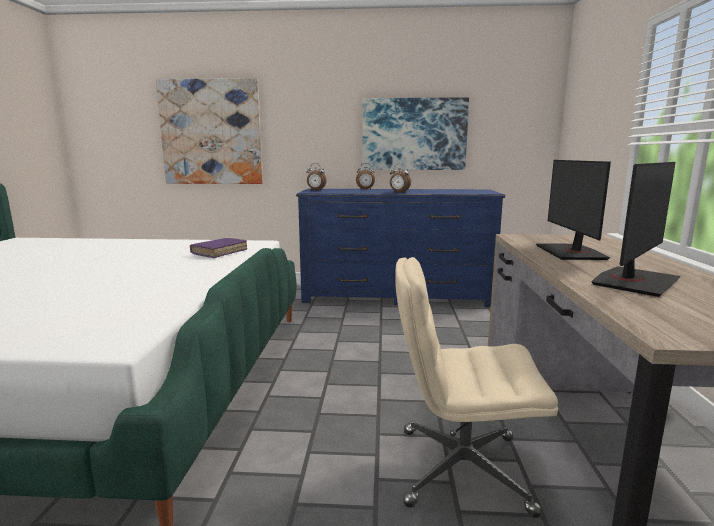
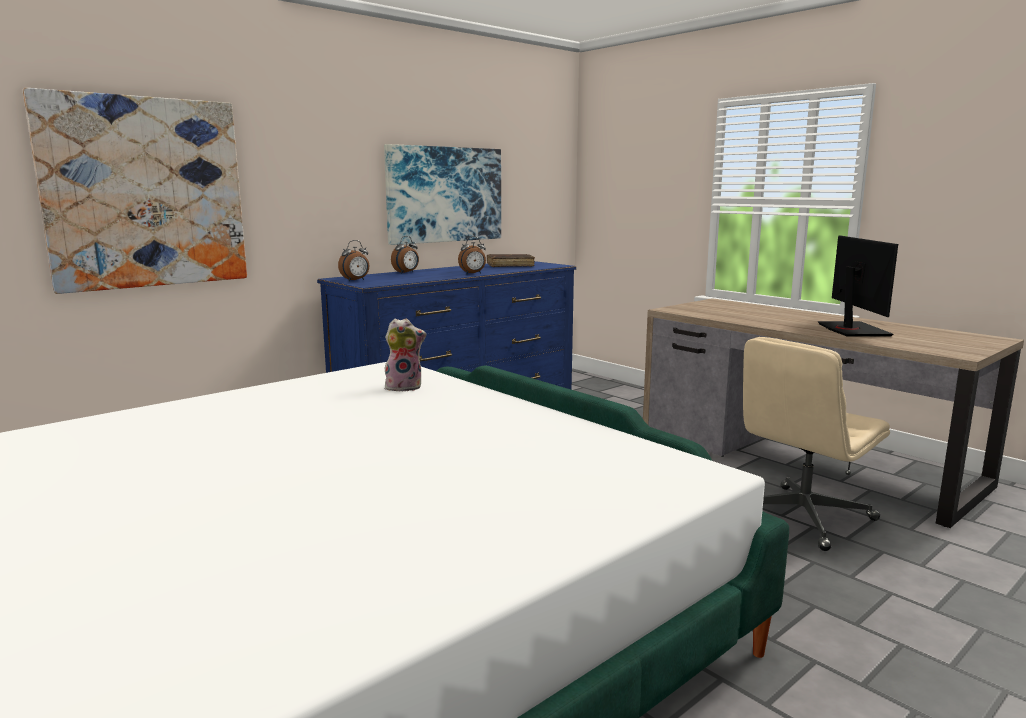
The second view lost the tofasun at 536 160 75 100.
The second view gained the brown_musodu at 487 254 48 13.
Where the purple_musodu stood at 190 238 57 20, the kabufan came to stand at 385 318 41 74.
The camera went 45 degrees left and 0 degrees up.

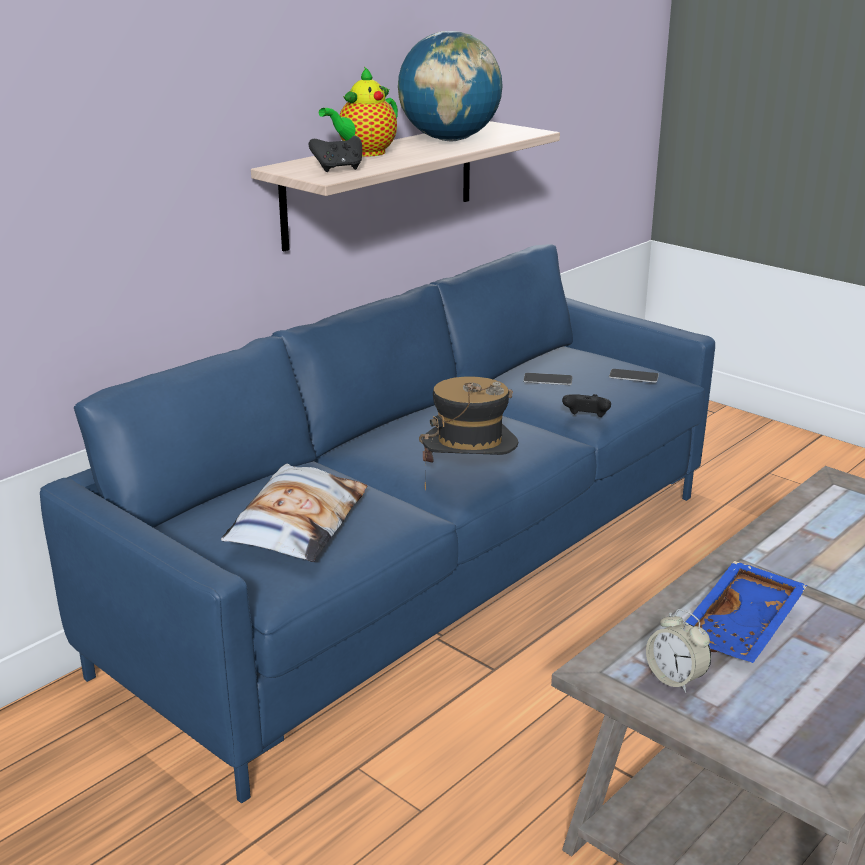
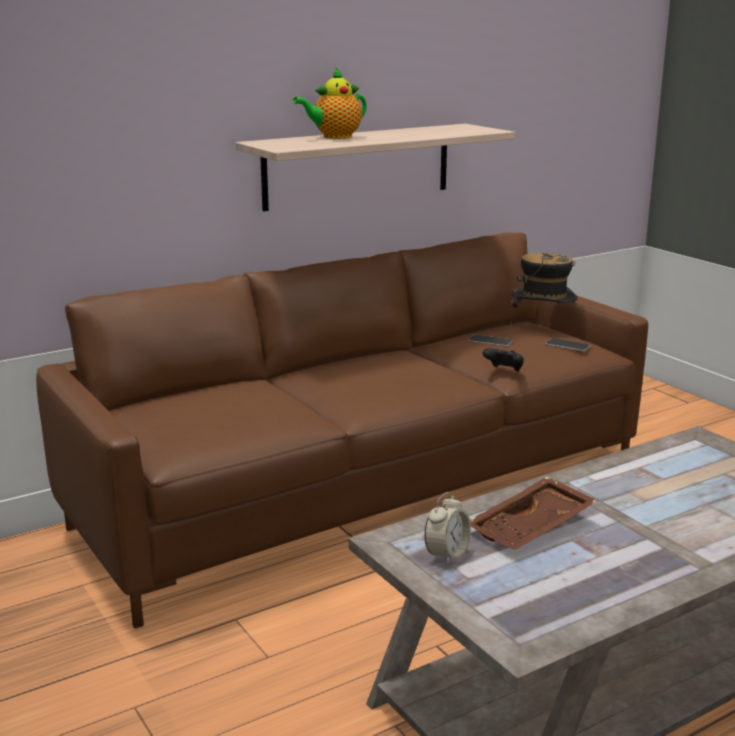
The second view lost the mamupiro at 221 464 146 98.
The second view lost the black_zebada at 308 135 54 37.
The second view lost the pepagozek at 398 31 105 110.
The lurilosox ended up elsewhere, having gone from 419 377 99 113 to 510 252 67 73.
What was the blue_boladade at 40 244 675 559 turned into the brown_boladade at 36 232 612 397.
What was the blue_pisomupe at 685 561 123 102 turned into the brown_pisomupe at 470 476 128 74.
The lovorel at 646 609 65 84 ended up facing another way, 120 degrees counterclockwise from before.
The camera went 15 degrees right and 5 degrees down.

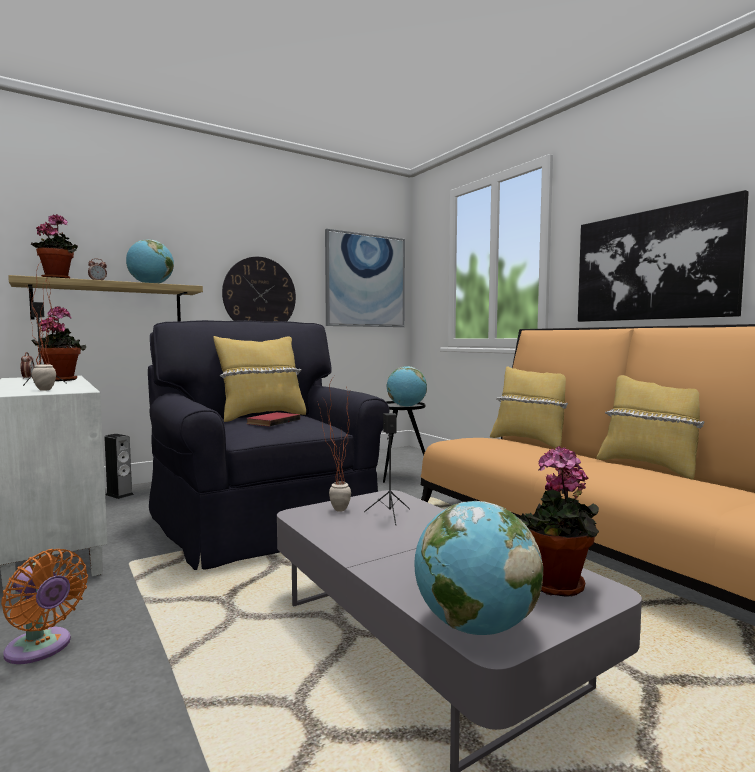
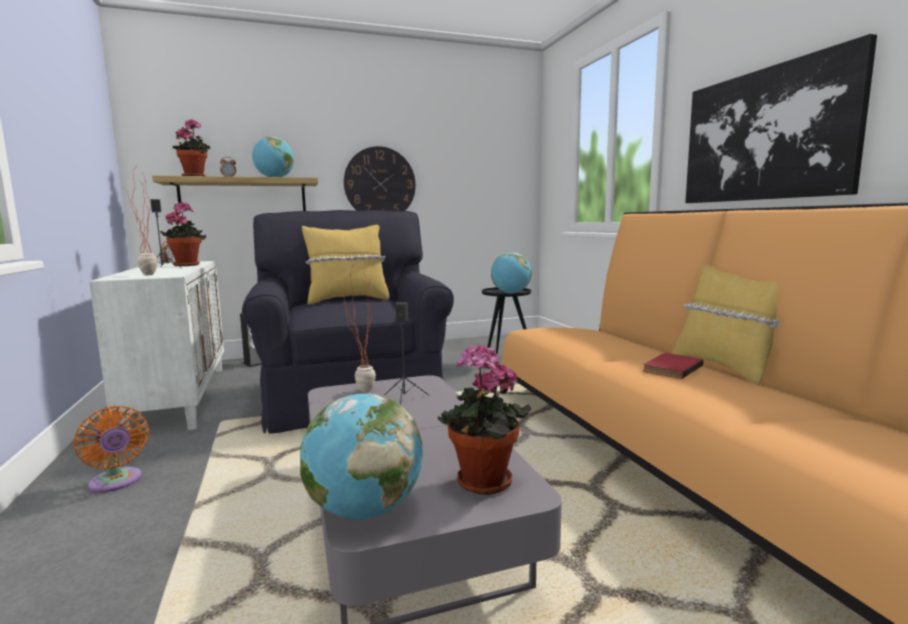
The second view lost the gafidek at 325 229 80 98.
The second view lost the yellow_mamupiro at 490 366 78 82.
The red_musodu ended up elsewhere, having gone from 246 412 54 14 to 643 353 61 26.
The camera went 15 degrees right and 5 degrees up.

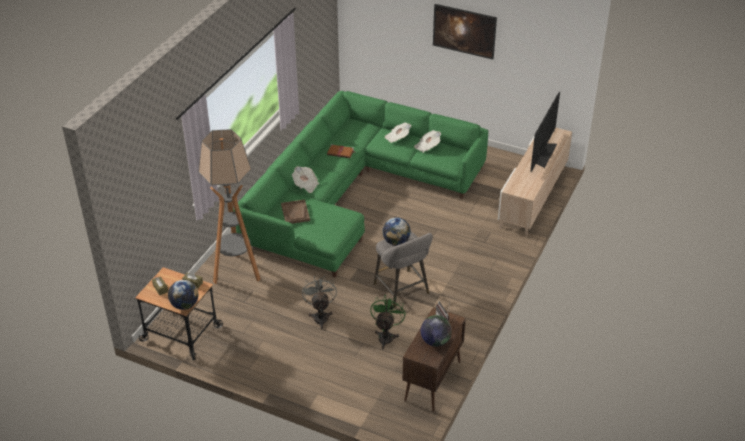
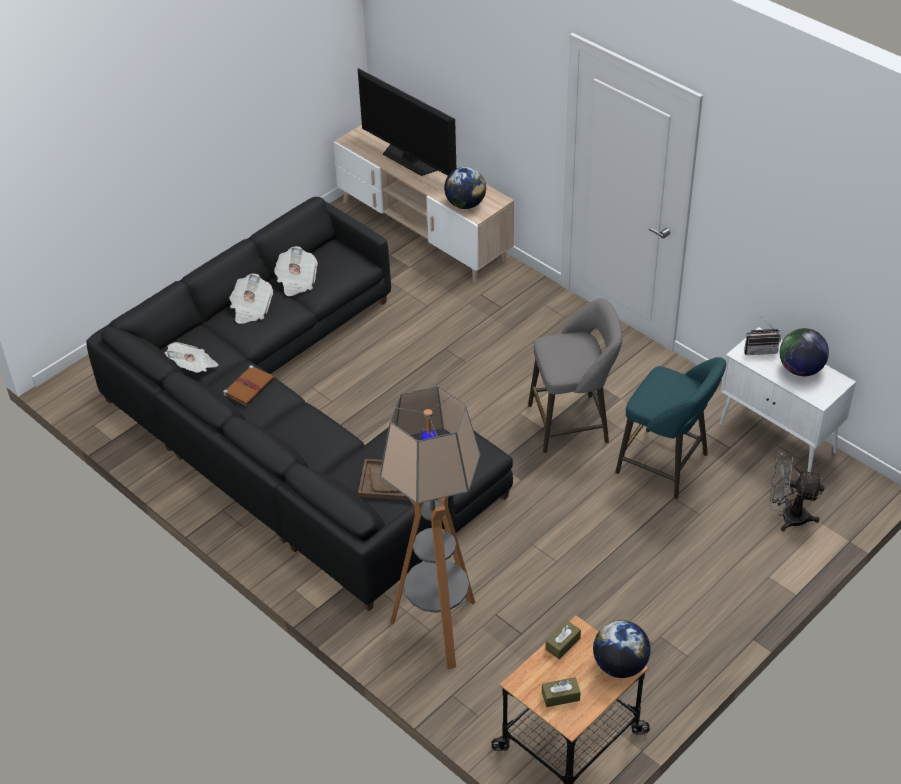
The second view lost the gafidek at 433 4 64 56.
The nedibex ended up elsewhere, having gone from 292 166 27 27 to 164 342 55 31.
The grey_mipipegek ended up elsewhere, having gone from 302 276 35 53 to 769 452 56 79.
The pepagozek ended up elsewhere, having gone from 382 217 29 29 to 444 167 42 42.
Where the green_mipipegek stood at 370 296 36 53, the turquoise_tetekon came to stand at 615 357 111 142.
What was the green_boladade at 233 91 255 187 turned into the black_boladade at 86 197 427 414.
What was the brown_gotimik at 403 307 63 105 turned into the white_gotimik at 719 327 137 145.
The camera went 70 degrees left and 5 degrees up.

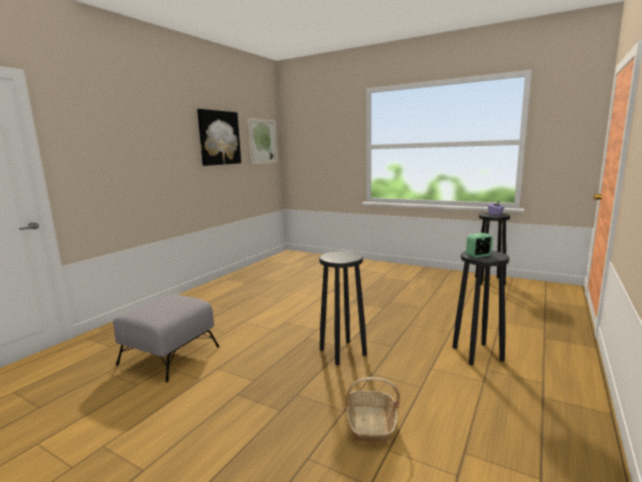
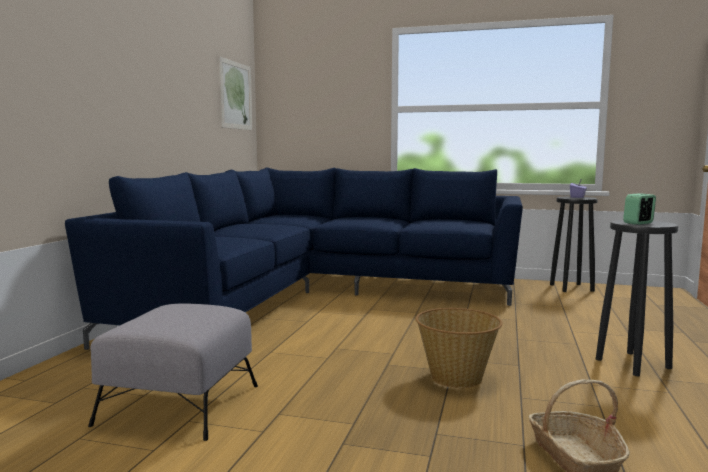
The second view lost the gafidek at 197 109 44 57.
The second view gained the blue_boladade at 65 167 458 183.
Where the black_tetekon stood at 319 251 48 114, the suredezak came to stand at 416 308 87 80.
The camera went 15 degrees left and 5 degrees down.

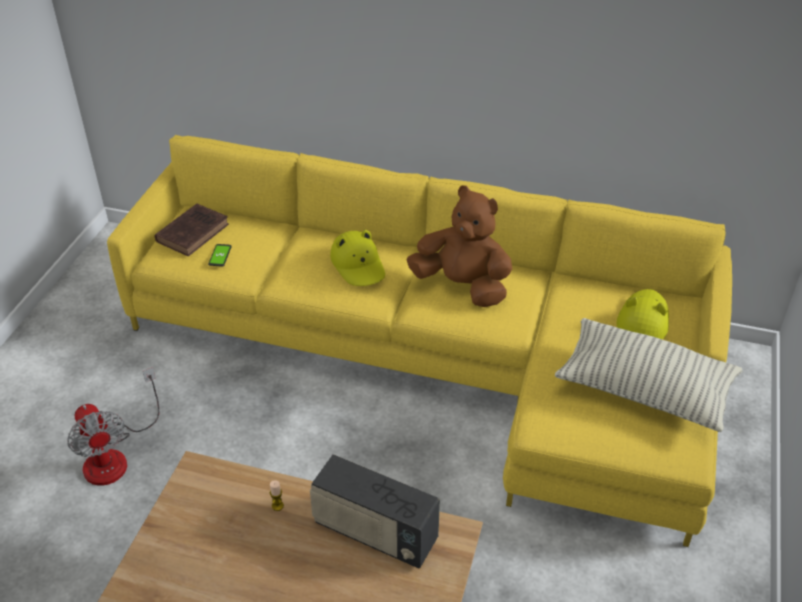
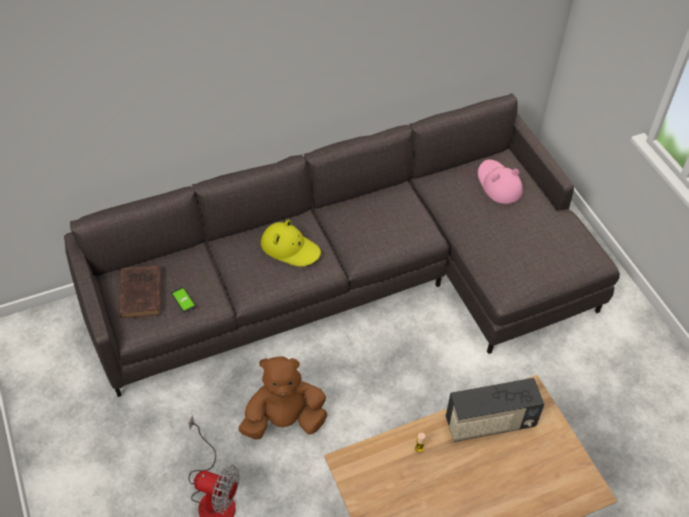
The second view lost the mamupiro at 555 318 188 114.
The brown_kabufan ended up elsewhere, having gone from 406 186 106 121 to 238 357 89 82.
What was the yellow_boladade at 107 135 625 412 turned into the grey_boladade at 64 93 556 304.
What was the yellow_lurilosox at 616 289 53 51 turned into the pink_lurilosox at 478 159 45 45.
The camera went 40 degrees left and 10 degrees up.

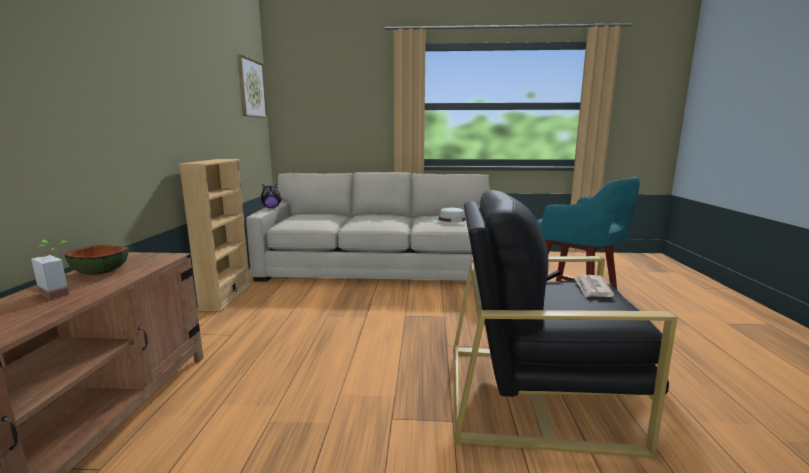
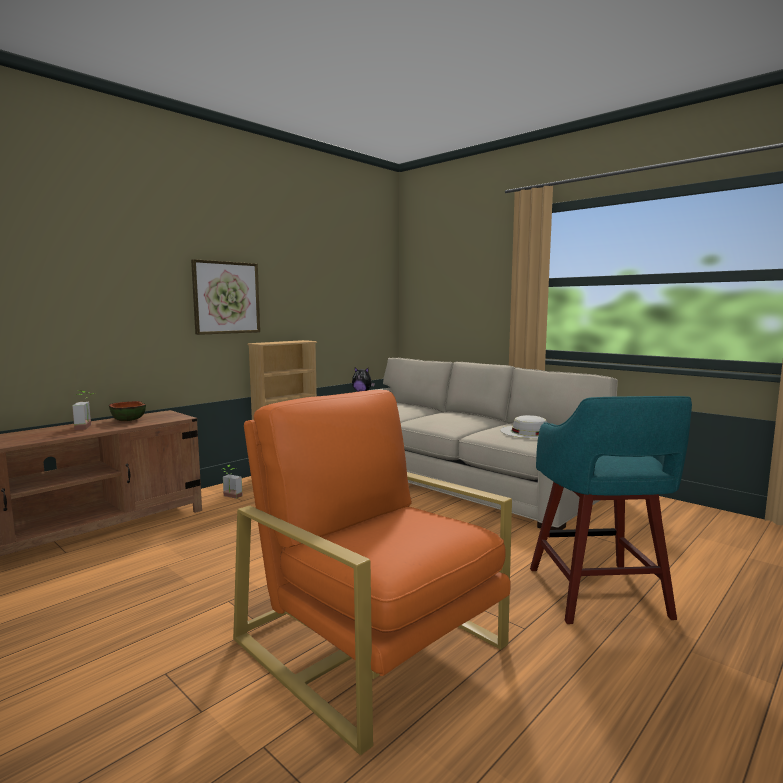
The second view lost the nedibex at 574 275 40 23.
The second view gained the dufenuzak at 223 465 20 34.
The gafidek ended up elsewhere, having gone from 237 54 31 64 to 191 259 69 76.
What was the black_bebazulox at 453 190 224 268 turned into the orange_bebazulox at 233 390 279 365.
The camera went 40 degrees right and 5 degrees down.

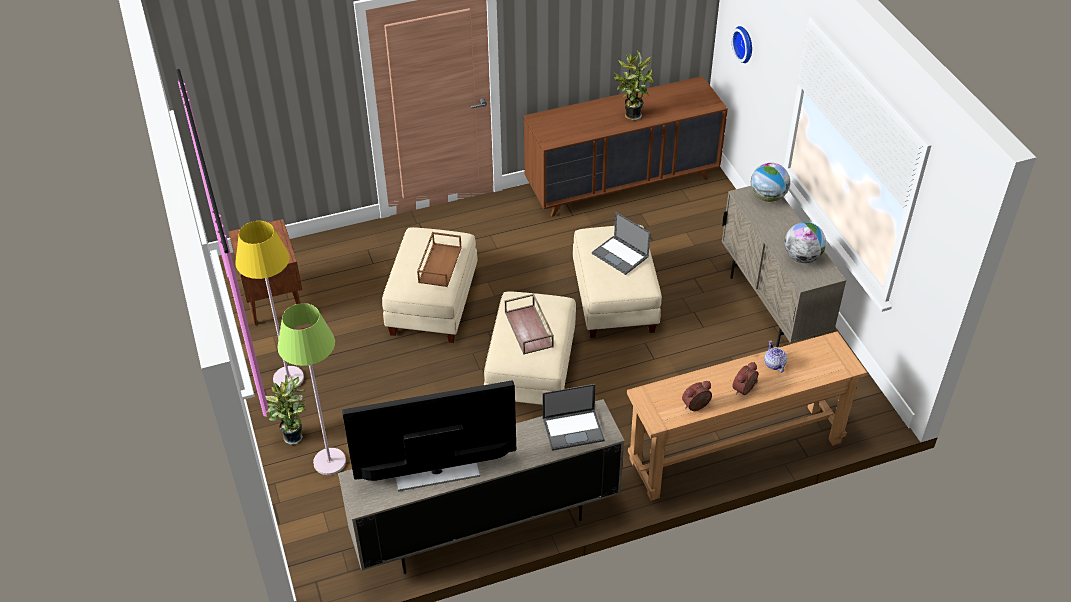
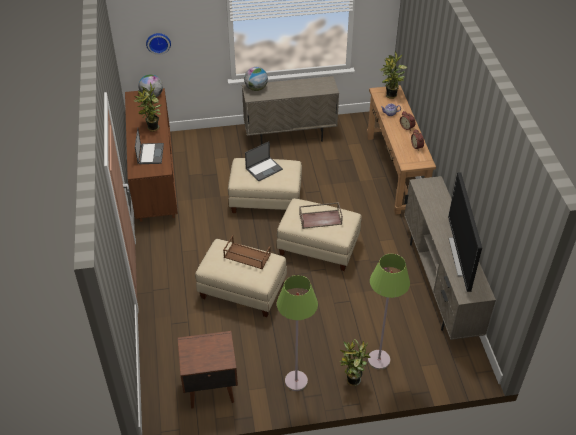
The second view gained the dufenuzak at 380 51 27 48.
The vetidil ended up elsewhere, having gone from 542 384 63 67 to 135 128 29 36.
The pepagozek ended up elsewhere, having gone from 784 222 42 41 to 139 74 24 23.
What was the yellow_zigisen at 235 221 69 166 turned into the green_zigisen at 277 275 41 116.
The camera went 80 degrees left and 0 degrees up.

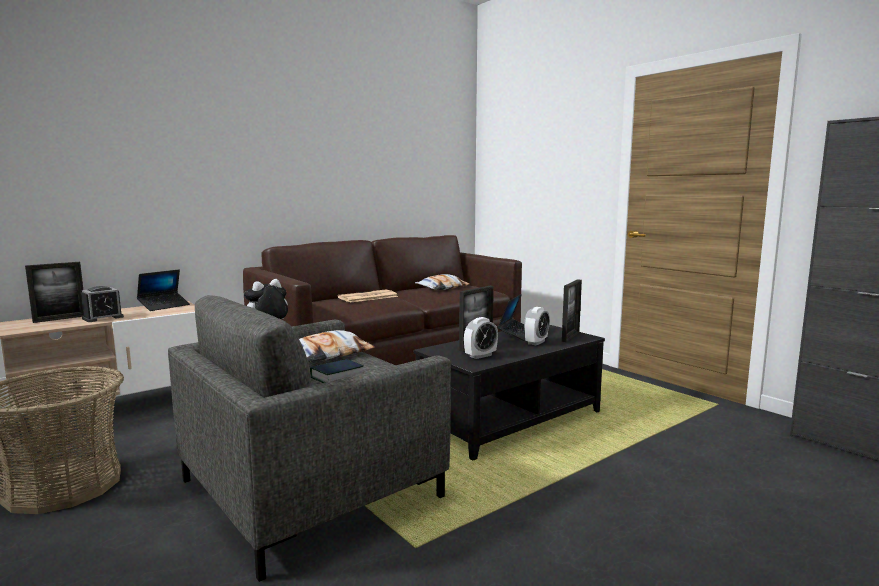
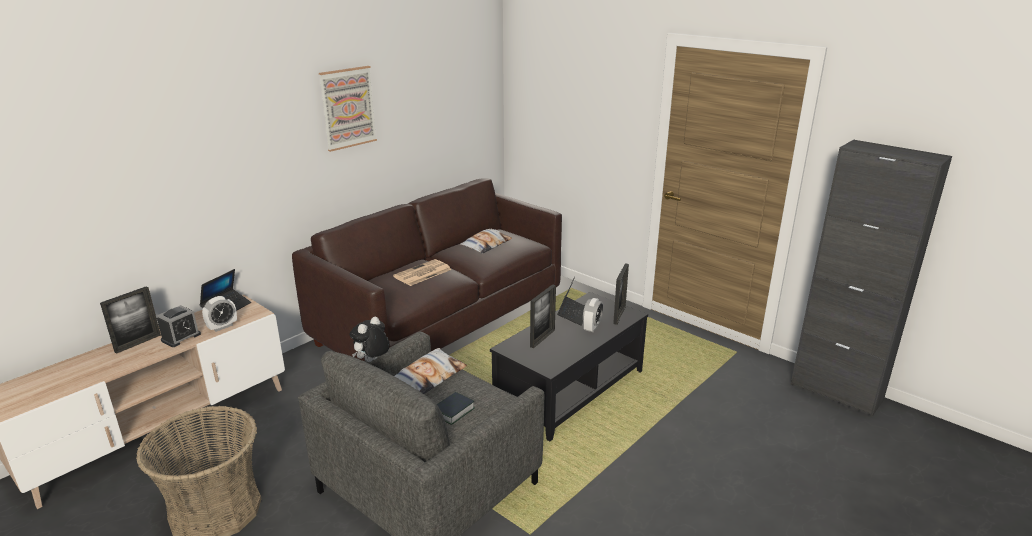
The second view gained the gafidek at 319 66 58 86.
The lovorel ended up elsewhere, having gone from 464 317 34 42 to 202 296 35 36.
The camera went 10 degrees left and 15 degrees up.

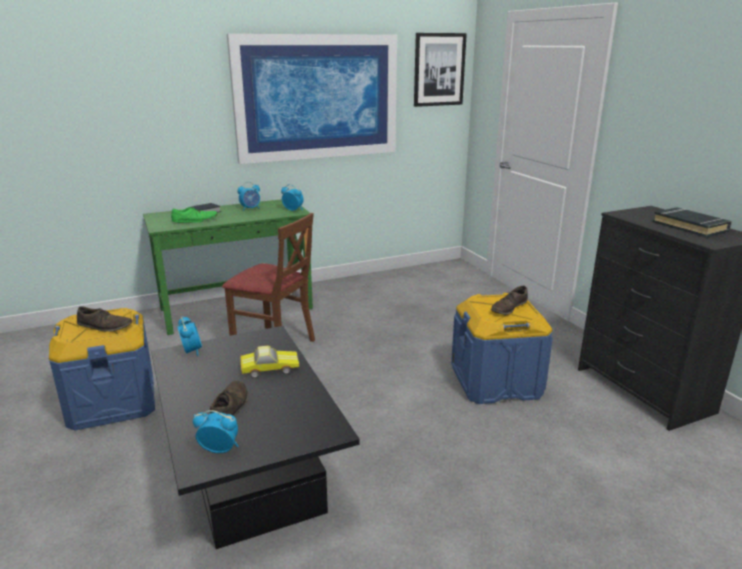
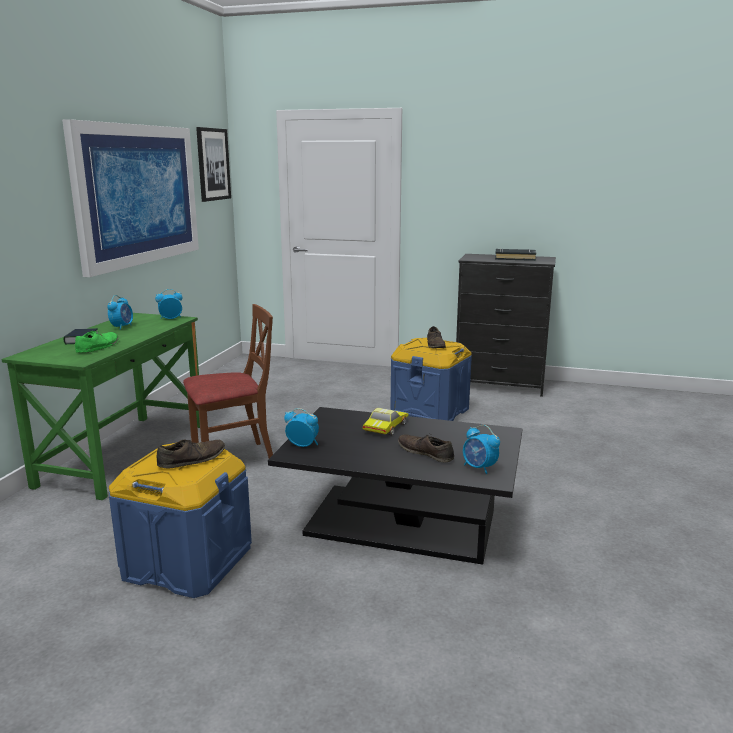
The lovorel at 193 410 46 43 ended up facing another way, 90 degrees counterclockwise from before.
The camera went 50 degrees left and 5 degrees down.

